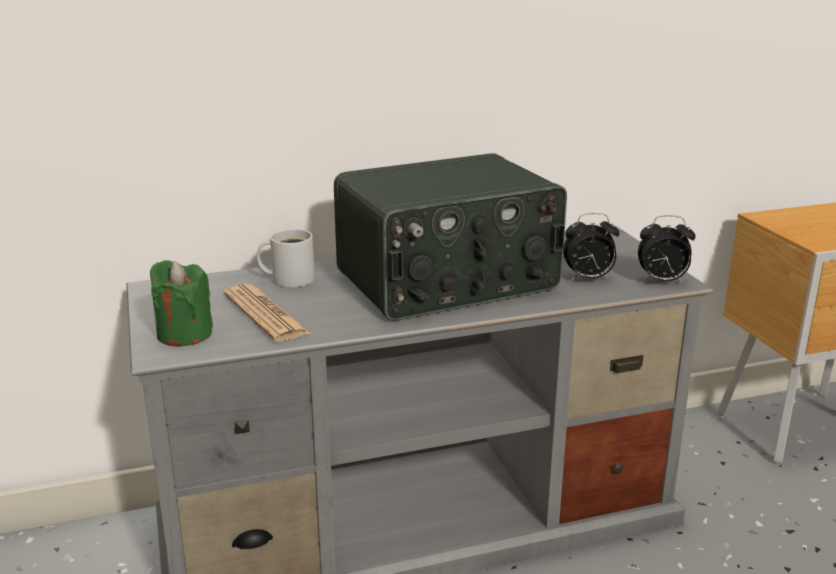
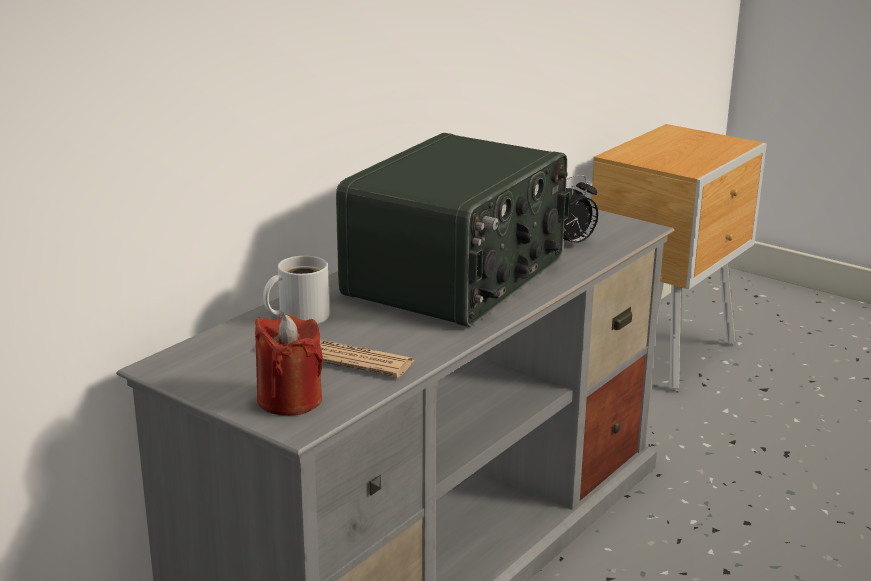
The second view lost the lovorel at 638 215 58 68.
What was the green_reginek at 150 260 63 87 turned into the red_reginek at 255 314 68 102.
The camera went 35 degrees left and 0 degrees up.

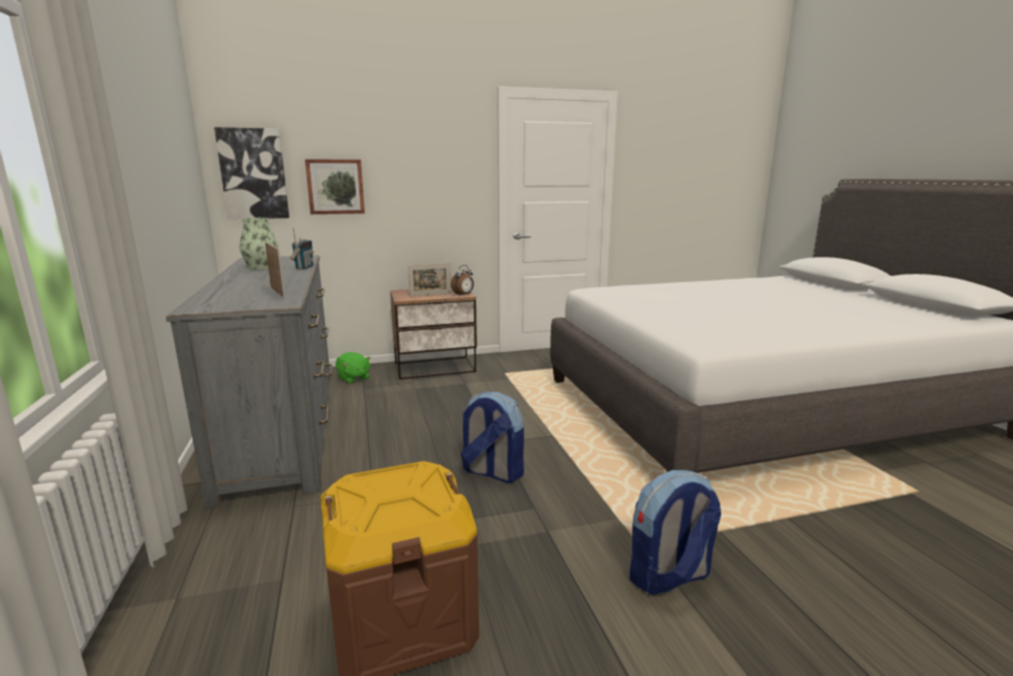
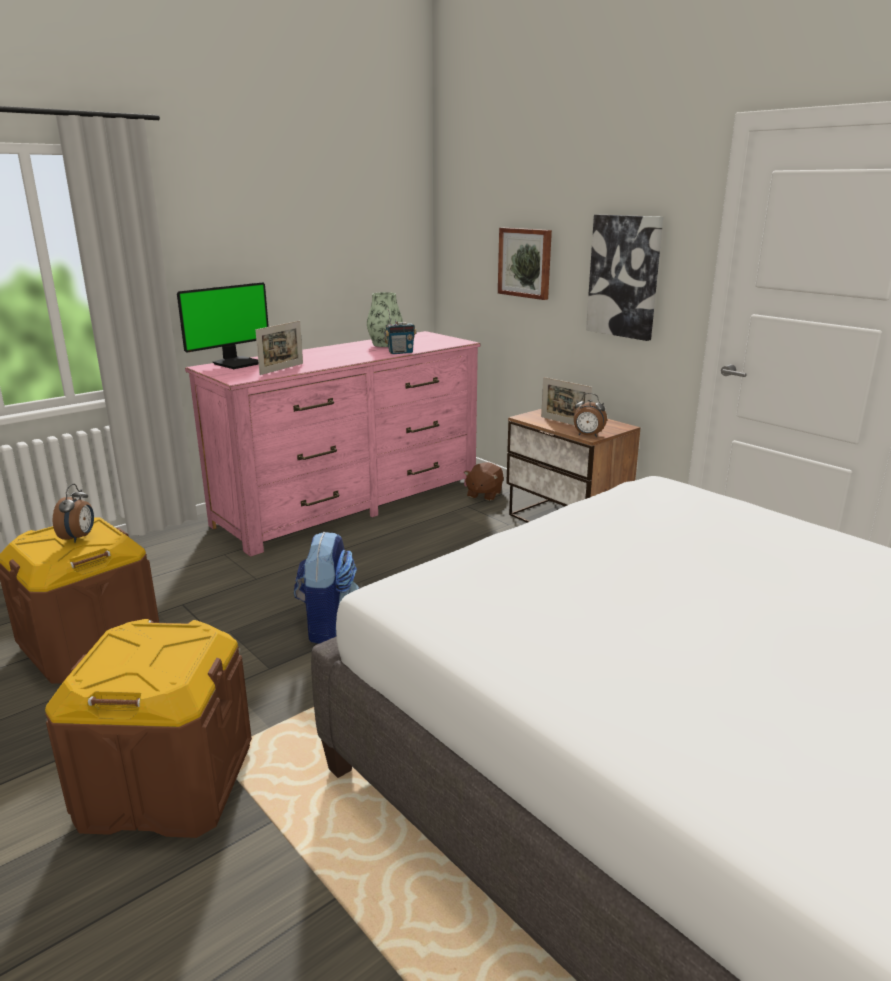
The second view gained the lovorel at 53 484 41 59.
The second view gained the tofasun at 177 282 92 87.
The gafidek ended up elsewhere, having gone from 214 127 75 92 to 586 215 77 126.
Where the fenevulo stood at 630 470 91 125, the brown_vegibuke came to stand at 45 619 207 219.
What was the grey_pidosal at 166 255 166 253 turned into the pink_pidosal at 185 331 295 226.
What was the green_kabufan at 336 352 35 32 turned into the brown_kabufan at 464 462 39 39.
The camera went 65 degrees right and 5 degrees up.

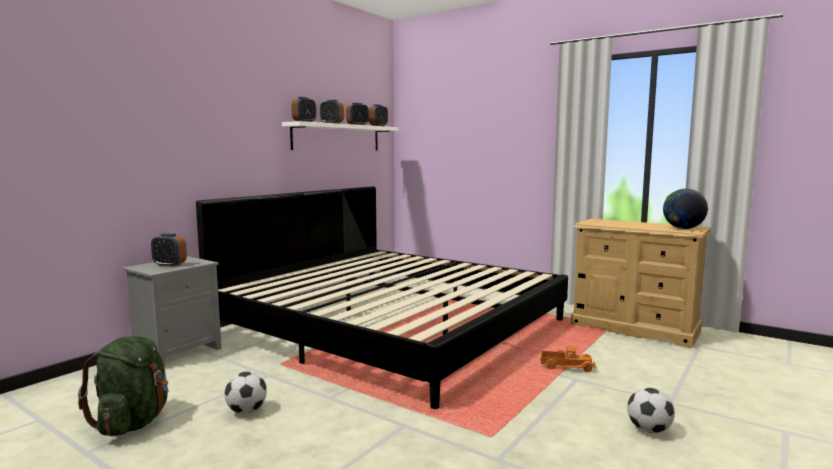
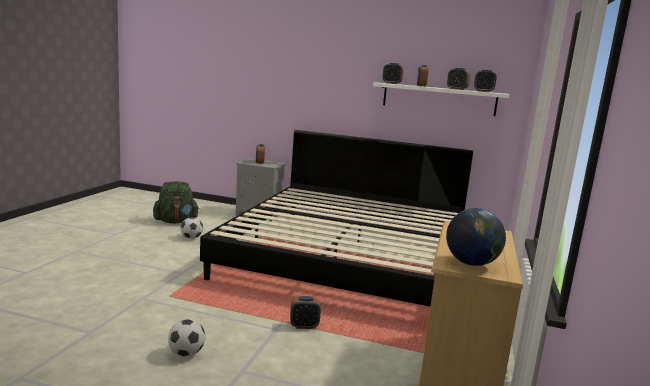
Where the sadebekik stood at 541 346 55 26, the lovorel came to stand at 290 296 31 33.
The camera went 70 degrees right and 5 degrees up.

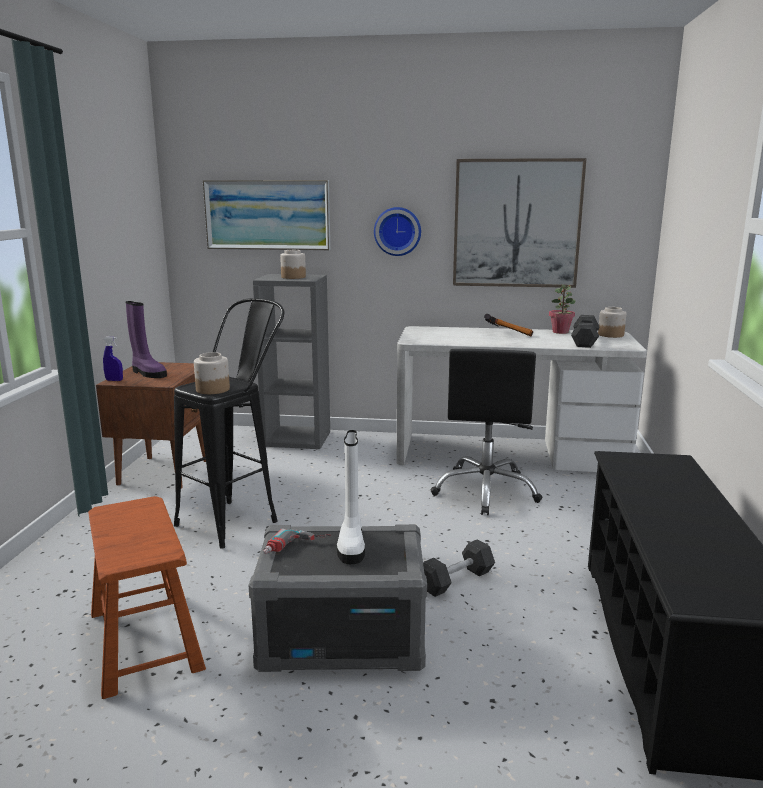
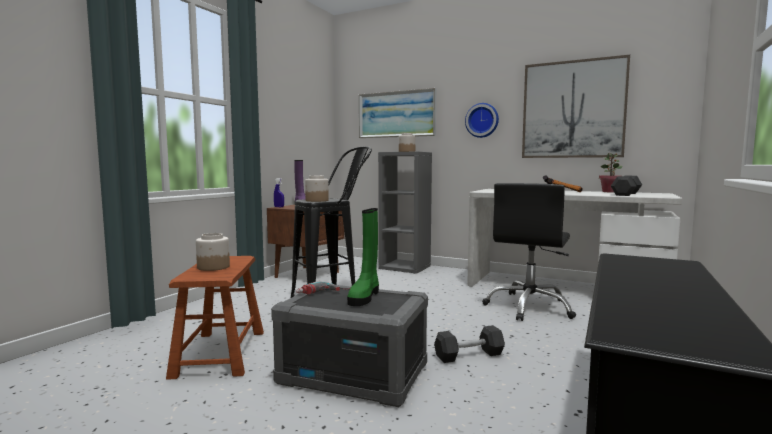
The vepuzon ended up elsewhere, having gone from 598 307 28 31 to 196 233 34 38.
What was the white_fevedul at 337 430 28 134 turned into the green_fevedul at 347 208 32 98.
The camera went 20 degrees right and 10 degrees down.

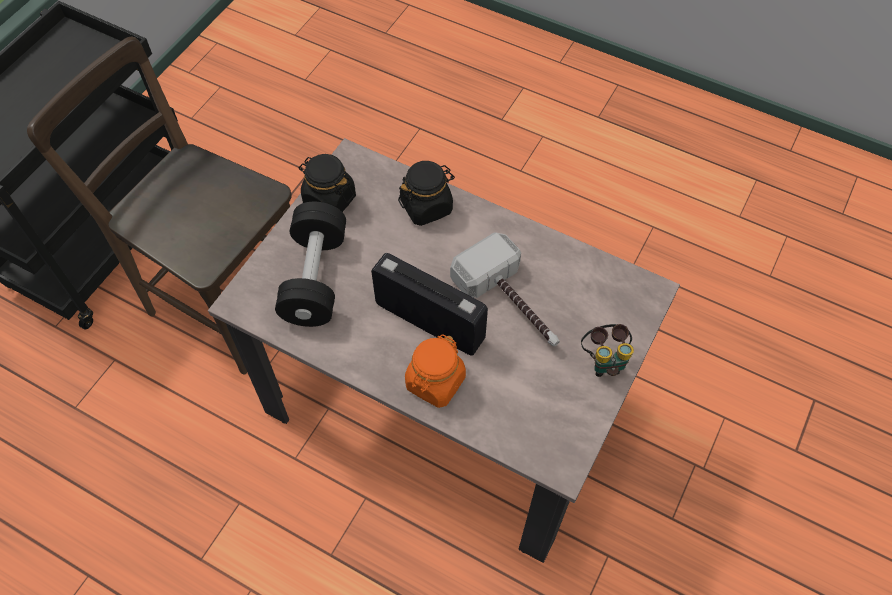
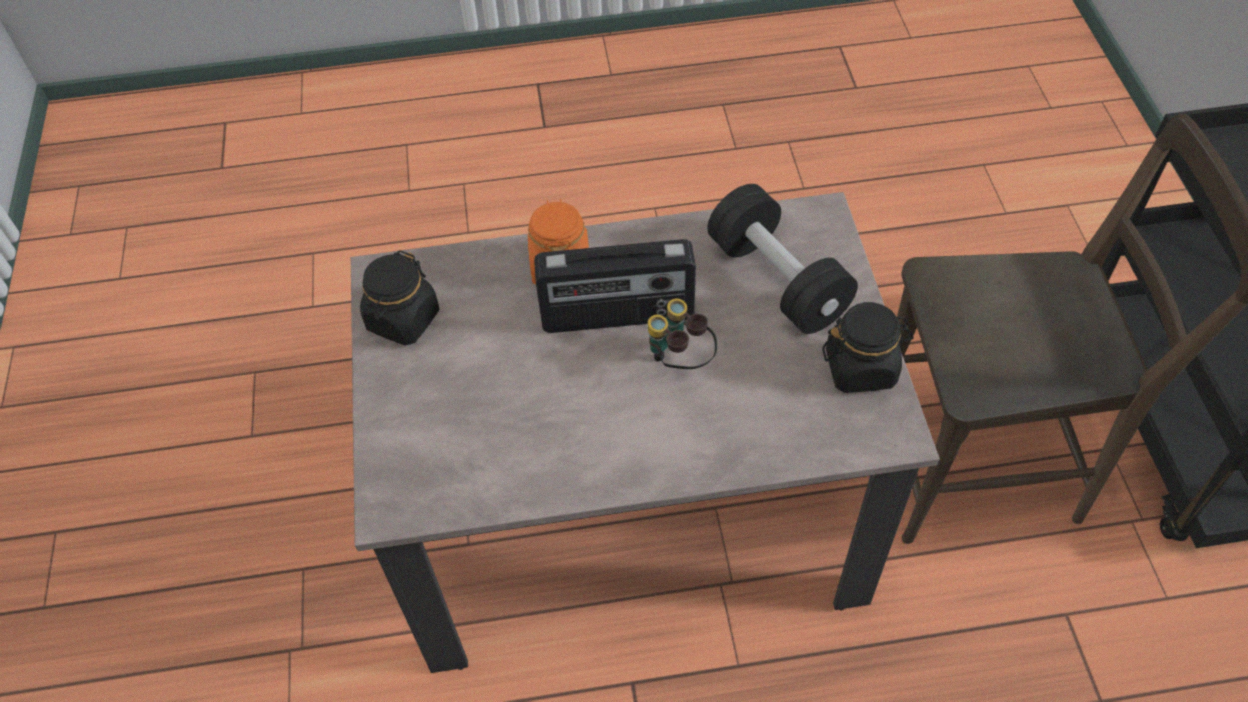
The second view lost the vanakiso at 450 232 110 115.
The black_vepuzon ended up elsewhere, having gone from 398 161 57 65 to 360 250 79 95.
The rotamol ended up elsewhere, having gone from 581 324 53 53 to 648 298 69 71.
The camera went 145 degrees right and 5 degrees down.

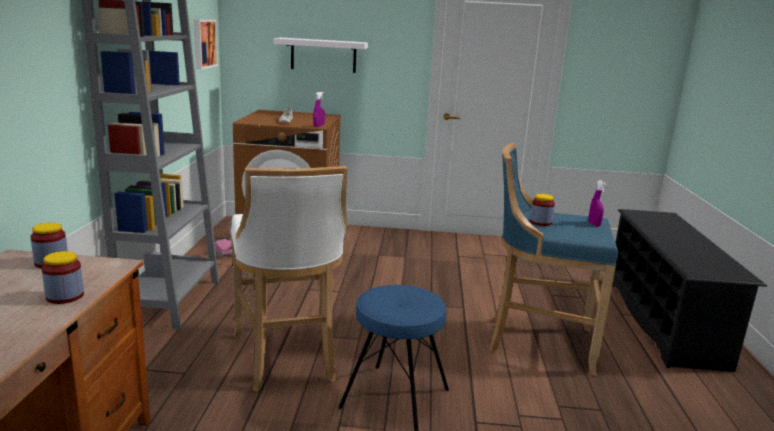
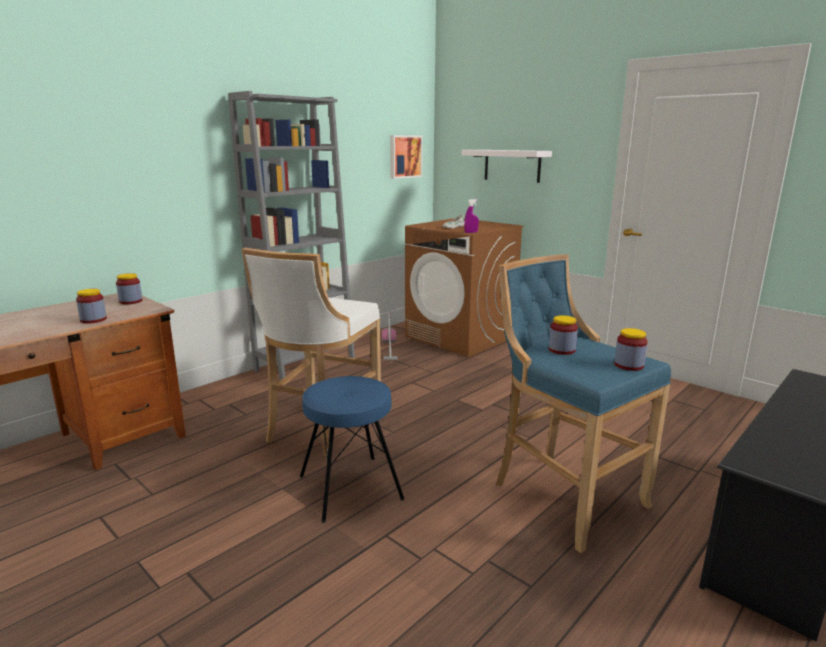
Where the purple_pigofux stood at 588 180 18 47, the vepuzon came to stand at 614 328 34 43.
The camera went 40 degrees right and 0 degrees up.

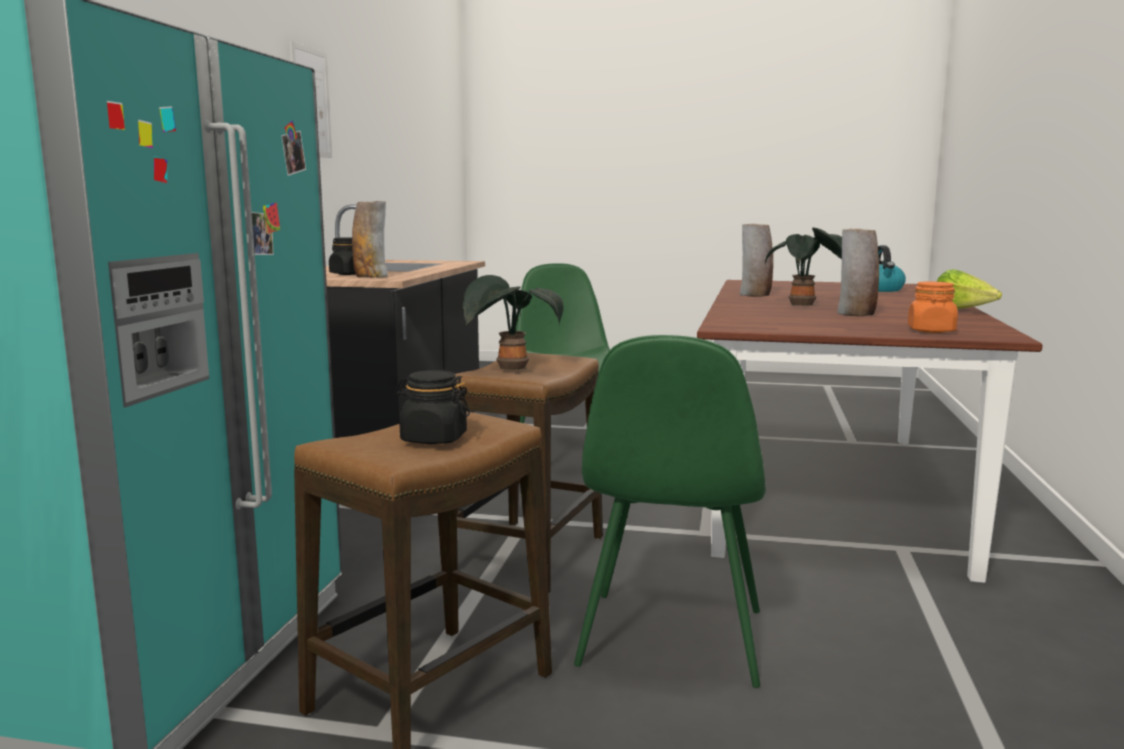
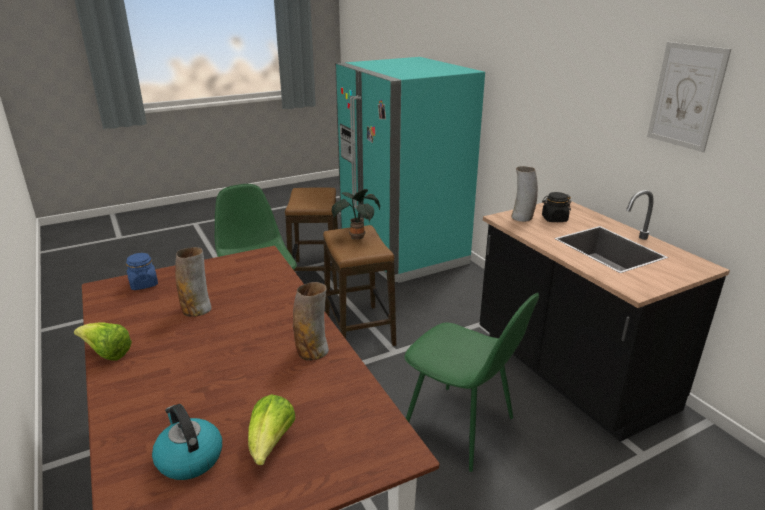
The second view lost the black_vepuzon at 395 370 75 74.
The second view lost the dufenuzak at 765 228 77 78.
The second view gained the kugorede at 248 394 47 71.
What was the orange_vepuzon at 908 281 50 52 turned into the blue_vepuzon at 126 253 32 37.
The camera went 140 degrees right and 15 degrees up.

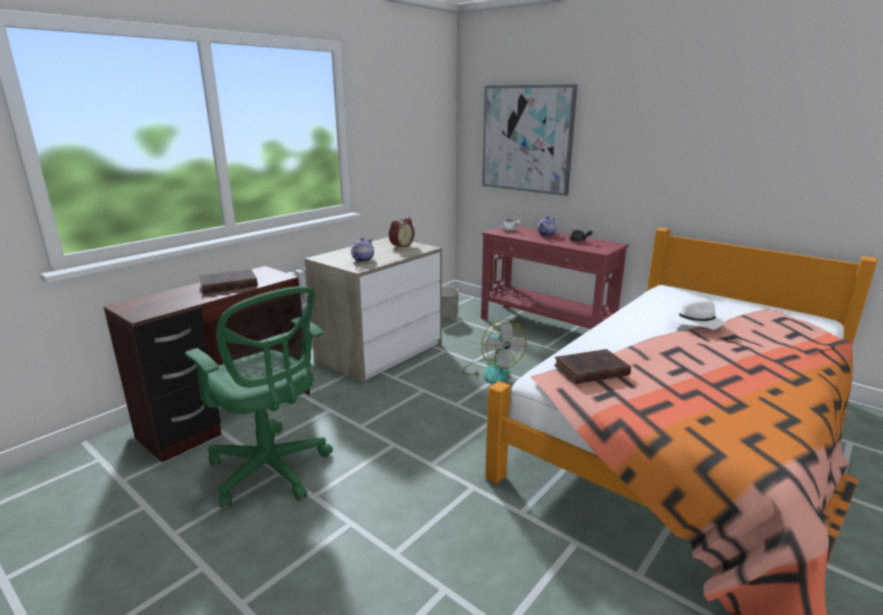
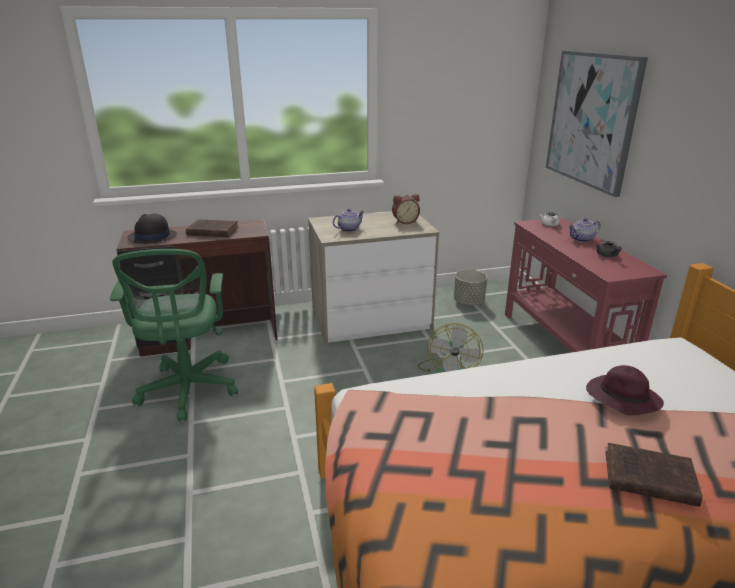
The second view gained the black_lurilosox at 127 214 50 30.
The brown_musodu ended up elsewhere, having gone from 554 349 77 35 to 606 443 97 64.
What was the white_lurilosox at 668 297 58 33 turned into the purple_lurilosox at 586 365 78 50.
The camera went 35 degrees right and 5 degrees up.

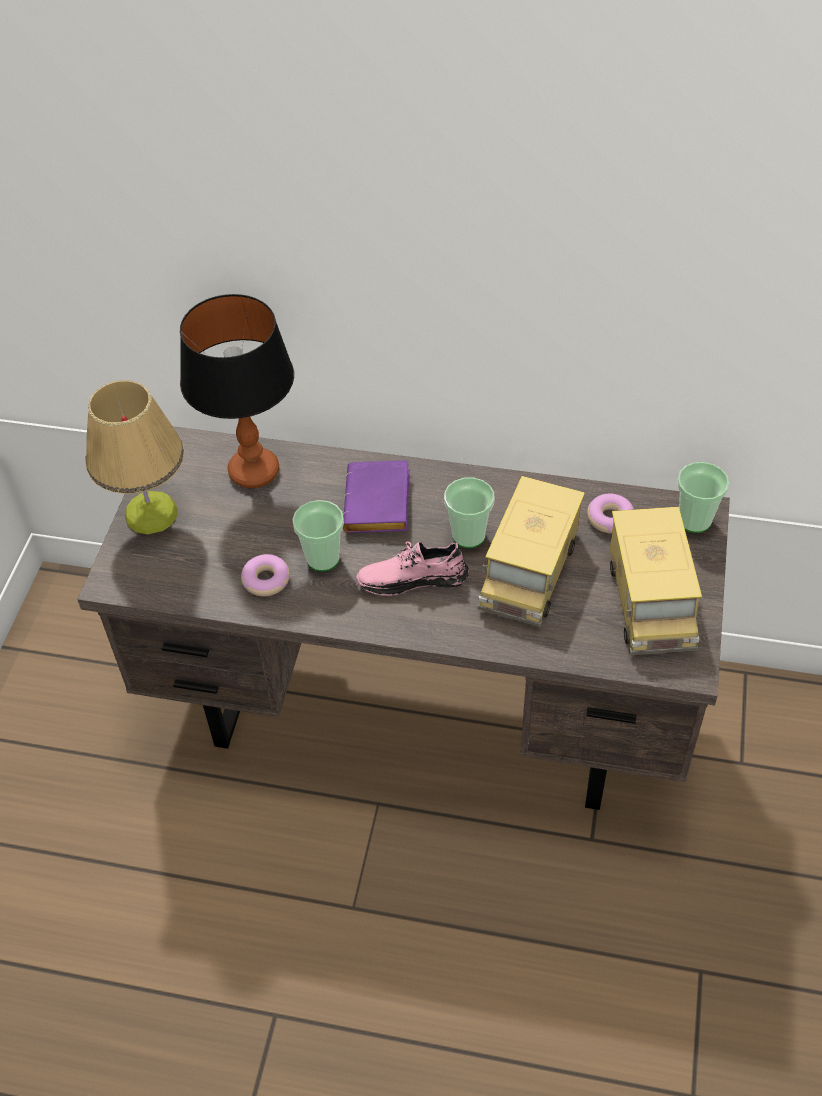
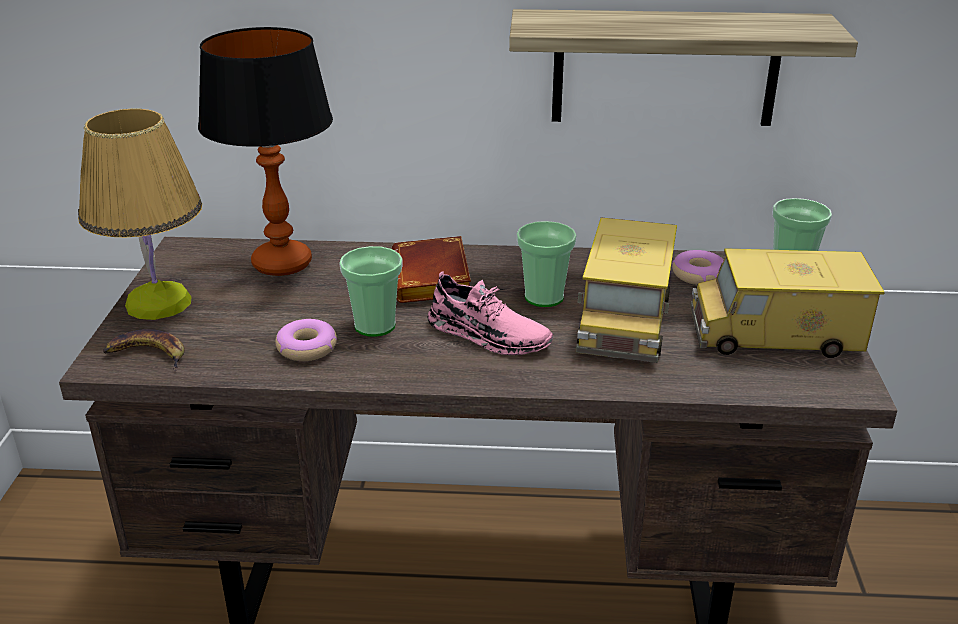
The second view gained the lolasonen at 103 329 81 42.
The second view gained the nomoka at 509 9 349 117.
What was the purple_musodu at 343 460 66 73 turned into the brown_musodu at 392 236 79 67.
The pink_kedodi at 356 541 113 55 ended up facing another way, 135 degrees counterclockwise from before.
The sadebekik at 610 507 93 148 ended up facing another way, 105 degrees clockwise from before.
The camera went 10 degrees left and 20 degrees down.

